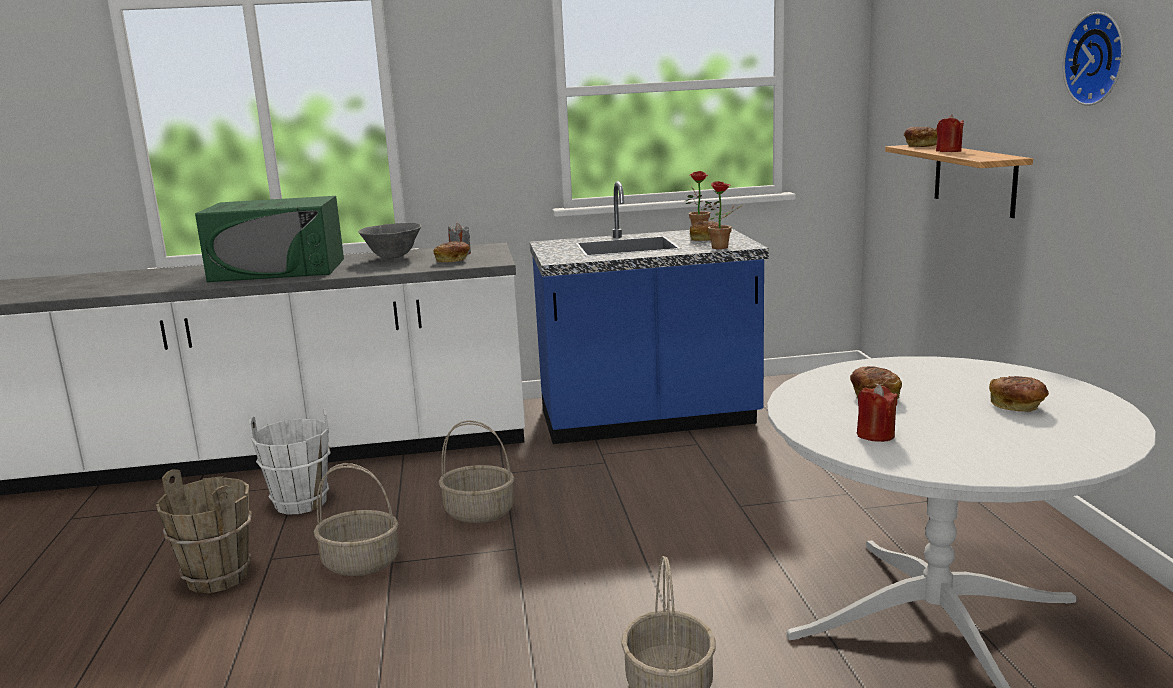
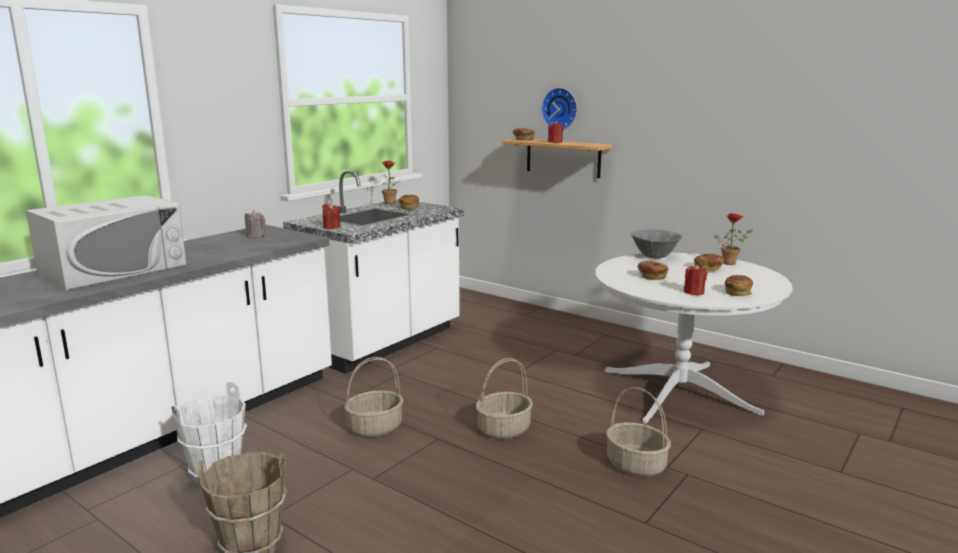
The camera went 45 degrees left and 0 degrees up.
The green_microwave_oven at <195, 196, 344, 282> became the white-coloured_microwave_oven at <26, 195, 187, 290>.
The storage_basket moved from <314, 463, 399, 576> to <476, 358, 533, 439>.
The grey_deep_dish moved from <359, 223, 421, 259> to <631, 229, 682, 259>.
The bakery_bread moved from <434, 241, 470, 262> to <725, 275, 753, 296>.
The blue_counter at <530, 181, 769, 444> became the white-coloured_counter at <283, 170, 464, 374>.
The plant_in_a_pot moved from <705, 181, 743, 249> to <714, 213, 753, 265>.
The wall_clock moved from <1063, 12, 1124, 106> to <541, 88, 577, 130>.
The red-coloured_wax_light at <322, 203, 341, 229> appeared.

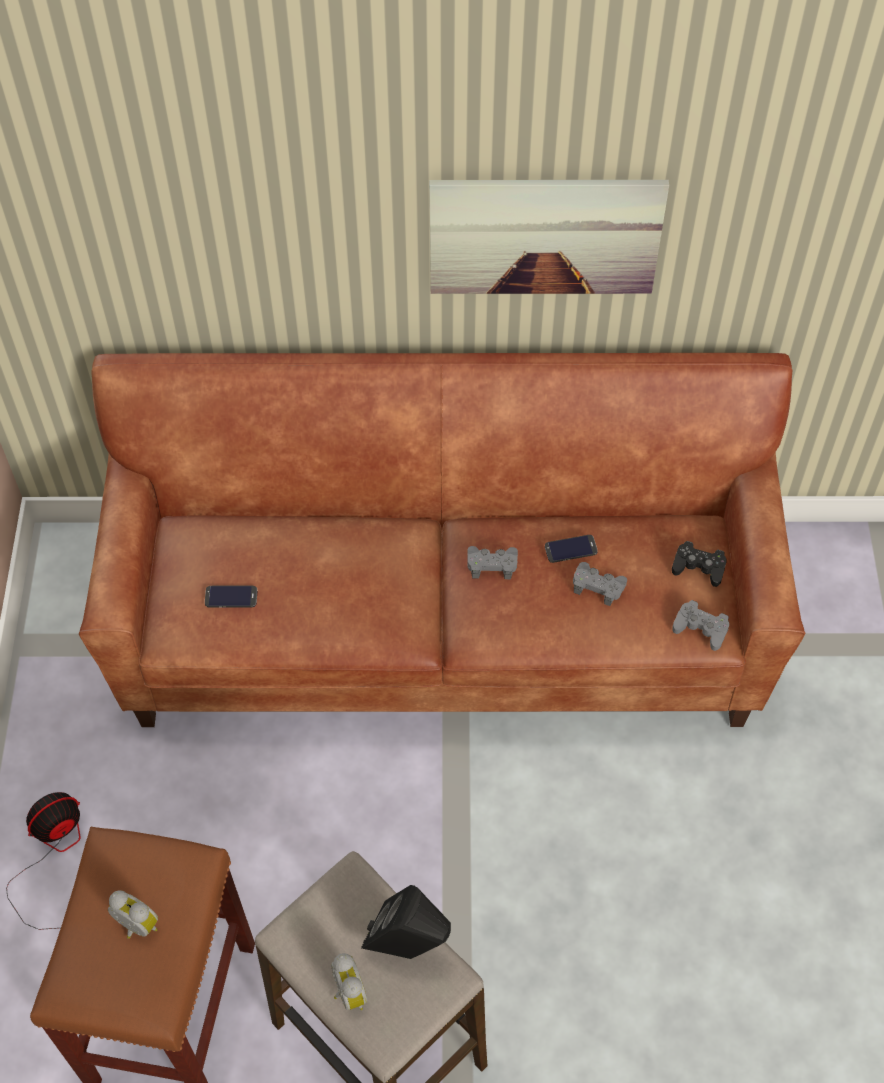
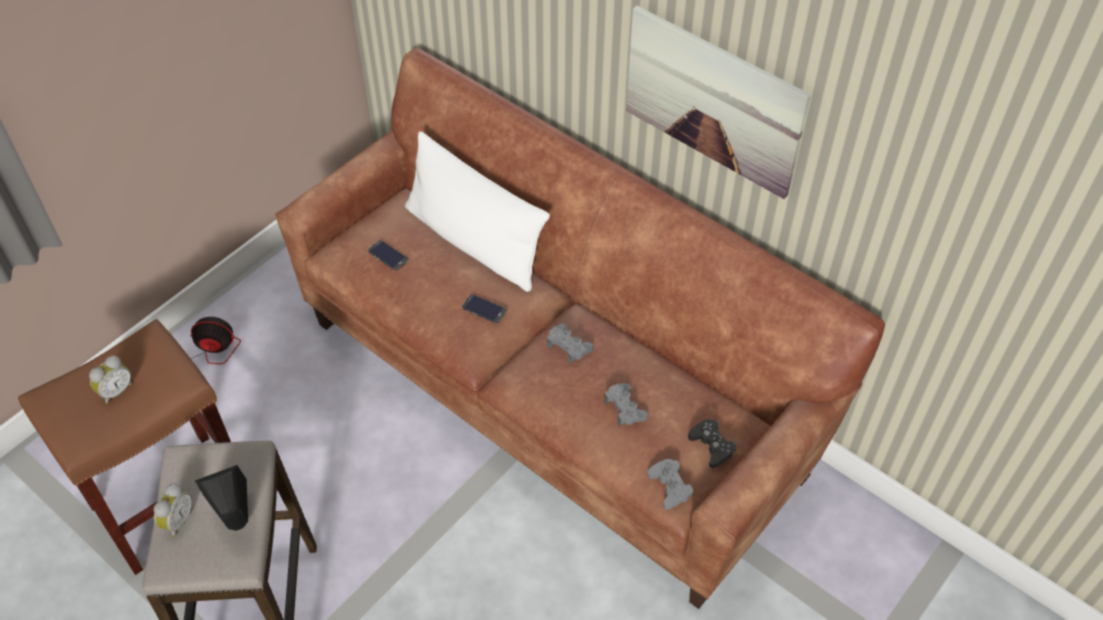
The camera went 40 degrees right and 5 degrees down.
The bedside_clock at <108, 890, 158, 939> turned 60 degrees clockwise.
The handset moved from <545, 535, 598, 563> to <462, 294, 506, 323>.
The white-coloured_throw_pillow at <405, 131, 550, 292> appeared.

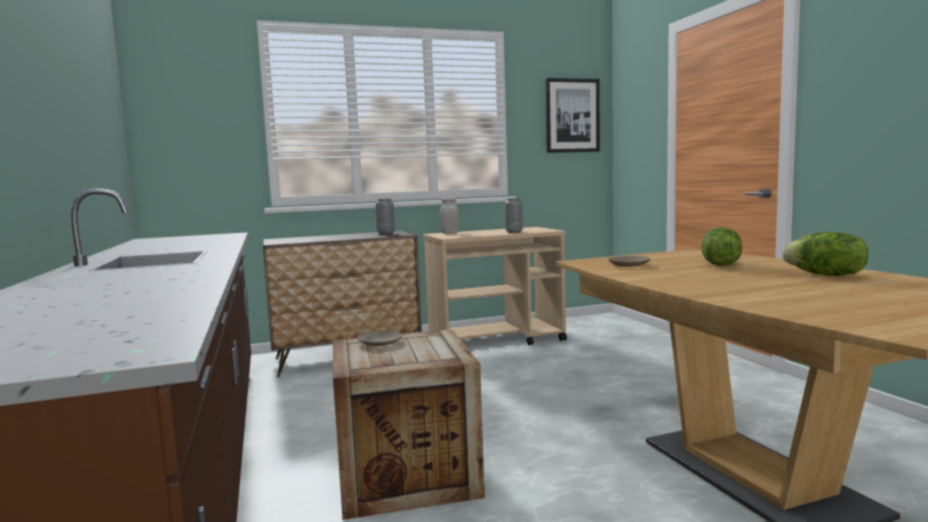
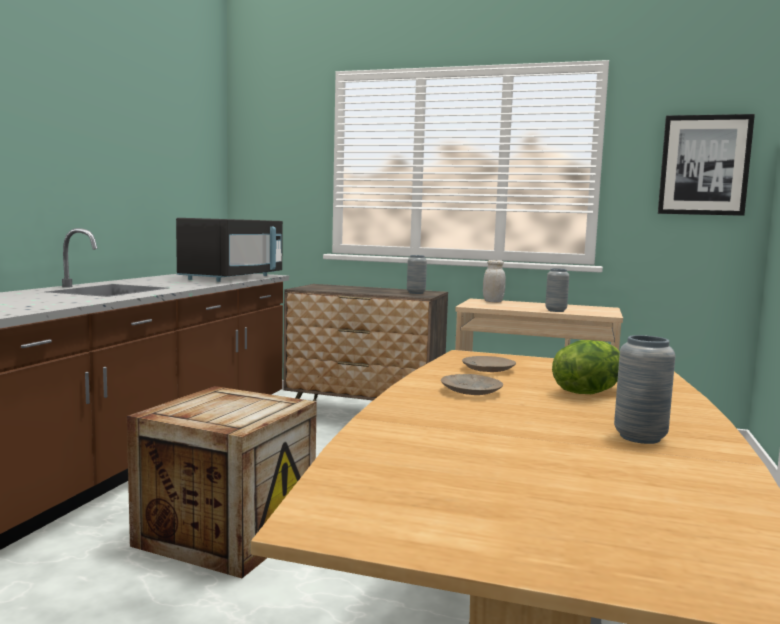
The camera went 35 degrees right and 0 degrees up.
The beige-coloured_flat_dish moved from <357, 331, 402, 346> to <441, 374, 503, 395>.
The lettuce_head at <782, 232, 869, 276> was replaced by the grey_vase at <614, 335, 675, 444>.
The black_microwave_oven at <176, 218, 283, 282> appeared.

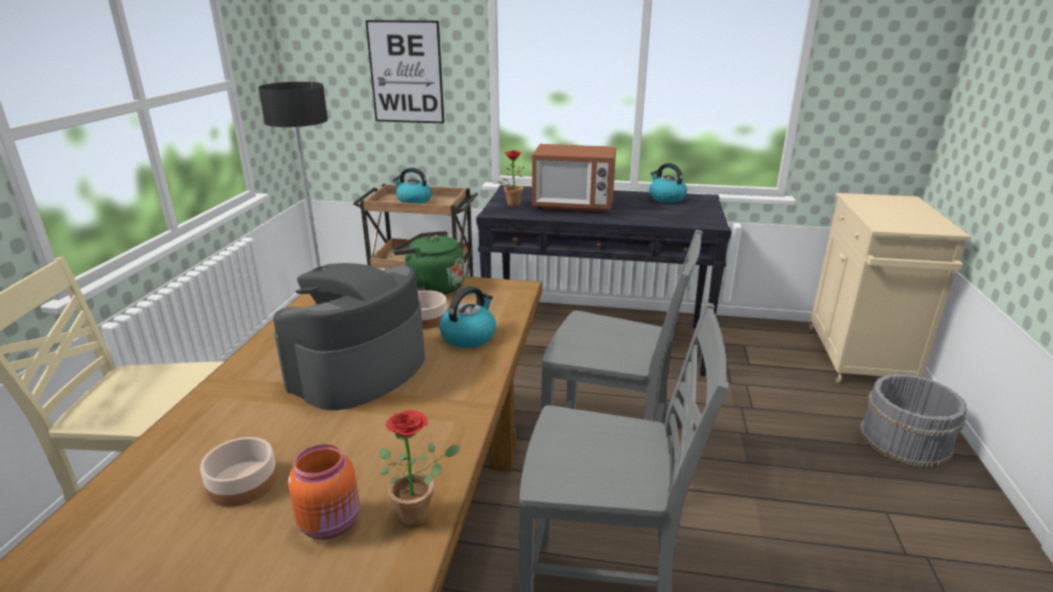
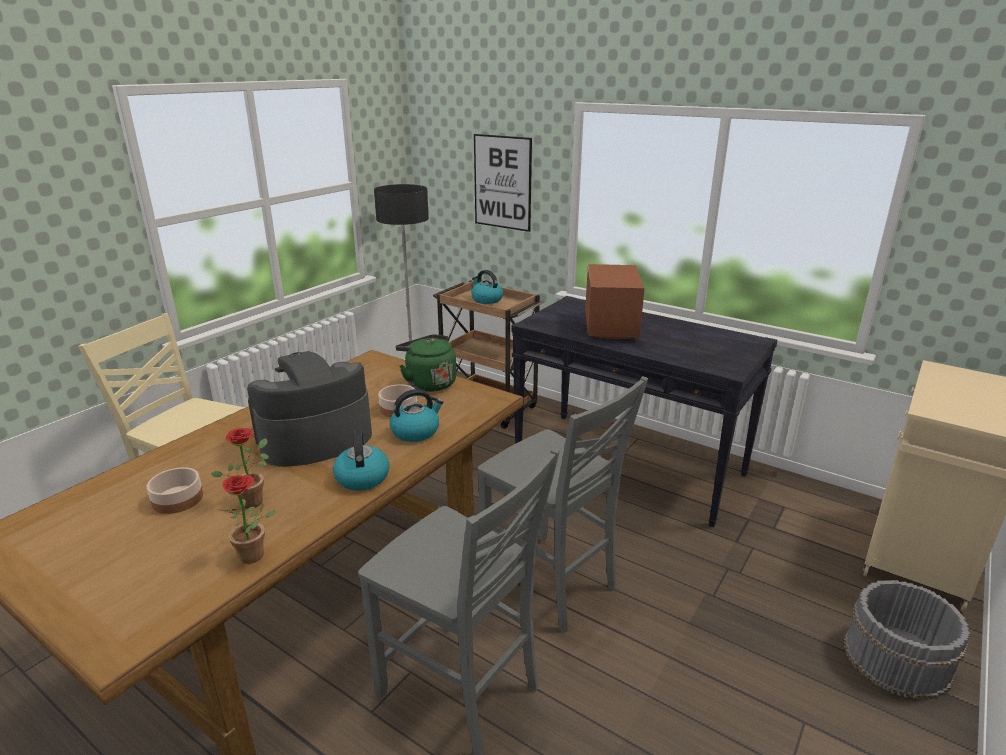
The camera went 25 degrees right and 0 degrees up.
The orange-coloured_preserve_jar at <288, 444, 359, 540> disappeared.
The plant_in_a_pot moved from <498, 150, 524, 206> to <211, 428, 269, 509>.
The microwave_oven at <532, 144, 616, 212> turned 120 degrees counterclockwise.
The kettle moved from <649, 163, 687, 203> to <333, 429, 389, 491>.

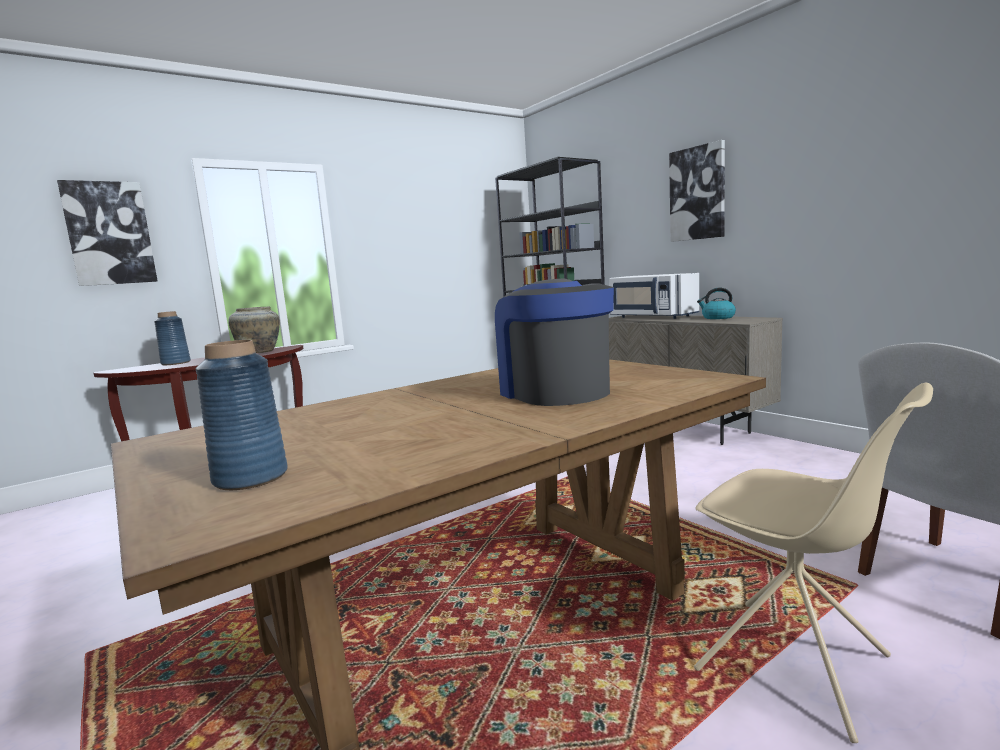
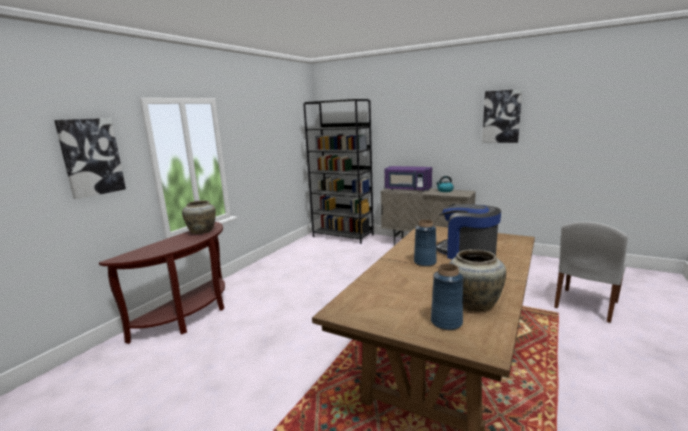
The camera went 25 degrees left and 5 degrees up.
The blue_vase moved from <154, 311, 191, 365> to <414, 220, 437, 267>.
The white-coloured_microwave_oven at <609, 273, 699, 319> became the purple_microwave_oven at <385, 166, 432, 192>.
The wall_art moved from <669, 140, 725, 242> to <482, 89, 522, 143>.
The beige-coloured_upright_chair at <694, 383, 933, 743> disappeared.
The beige-coloured_vase at <449, 249, 506, 312> appeared.

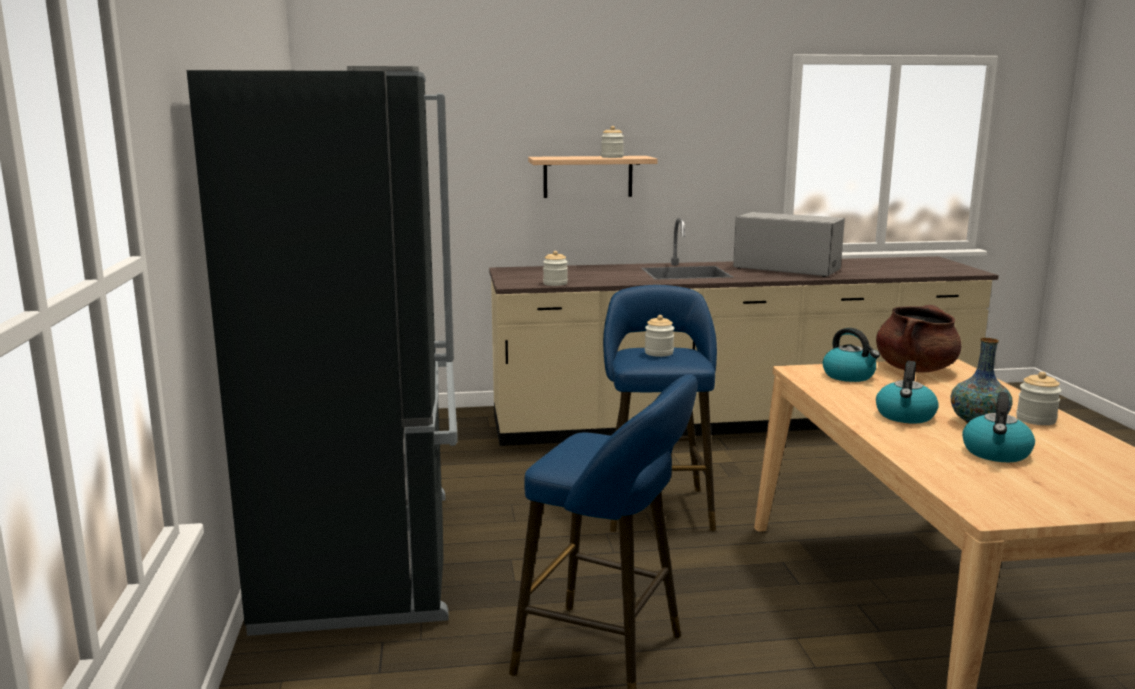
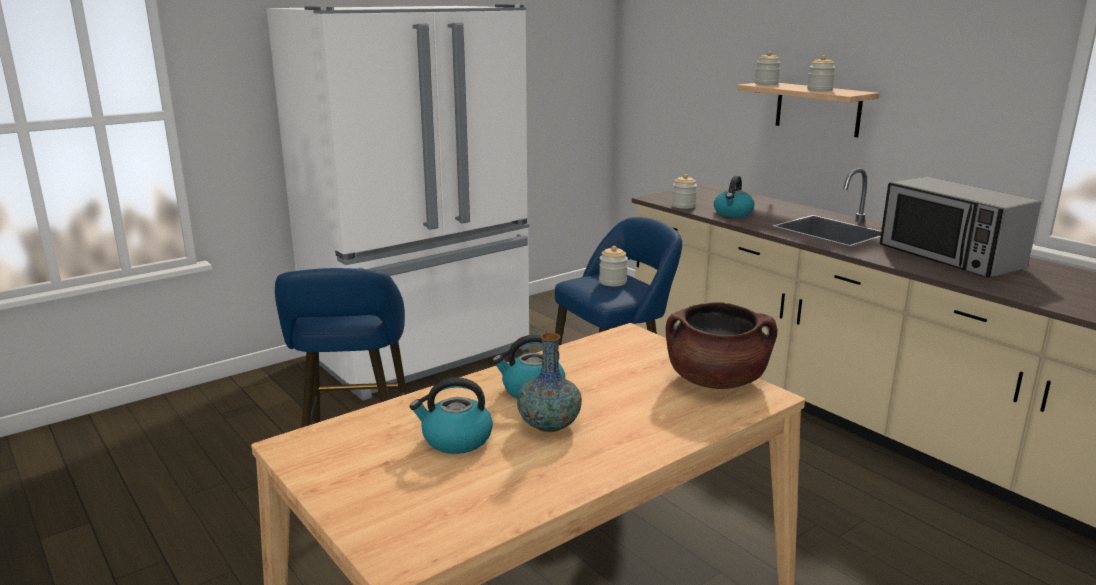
The camera went 60 degrees right and 5 degrees up.
The black_fridge at <187, 66, 458, 636> became the white-coloured_fridge at <266, 4, 530, 401>.
The microwave_oven at <733, 212, 845, 277> turned 150 degrees clockwise.
The kettle moved from <823, 328, 880, 382> to <714, 176, 754, 217>.
The preserve_jar moved from <1016, 372, 1061, 425> to <755, 51, 780, 85>.

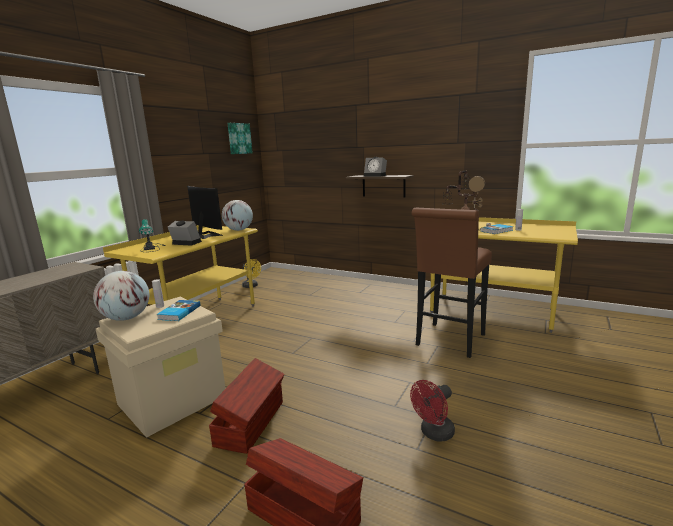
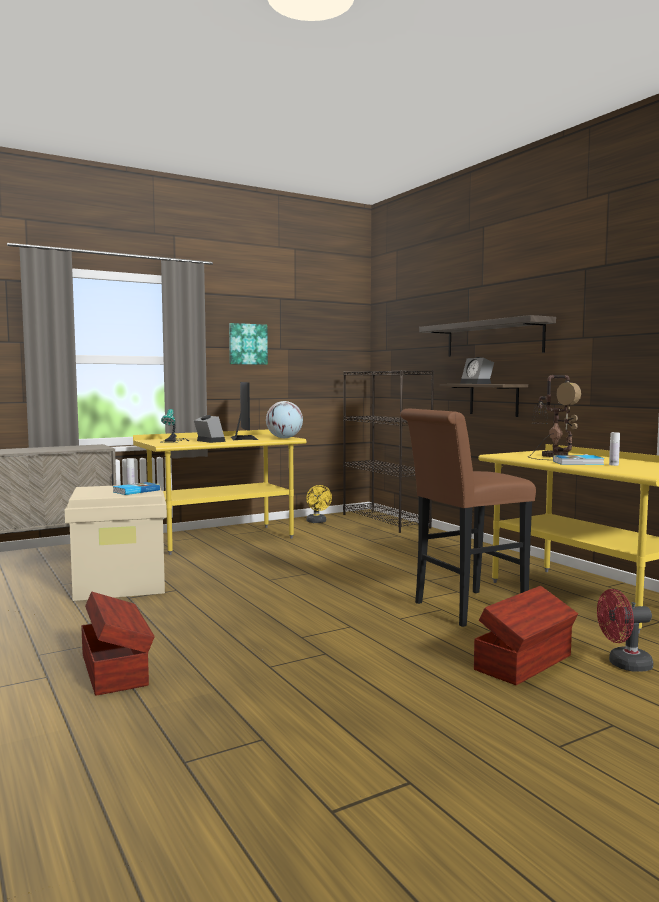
The camera went 30 degrees right and 10 degrees down.
The desk_globe at <93, 271, 149, 321> disappeared.
The brown_storage_box moved from <209, 358, 285, 454> to <474, 586, 578, 685>.
The wall_art moved from <228, 123, 253, 154> to <229, 323, 268, 365>.
The red-coloured_fan moved from <410, 380, 455, 442> to <597, 589, 653, 672>.
The black_bookcase at <343, 370, 434, 533> appeared.
The wall_shelf at <419, 315, 556, 357> appeared.

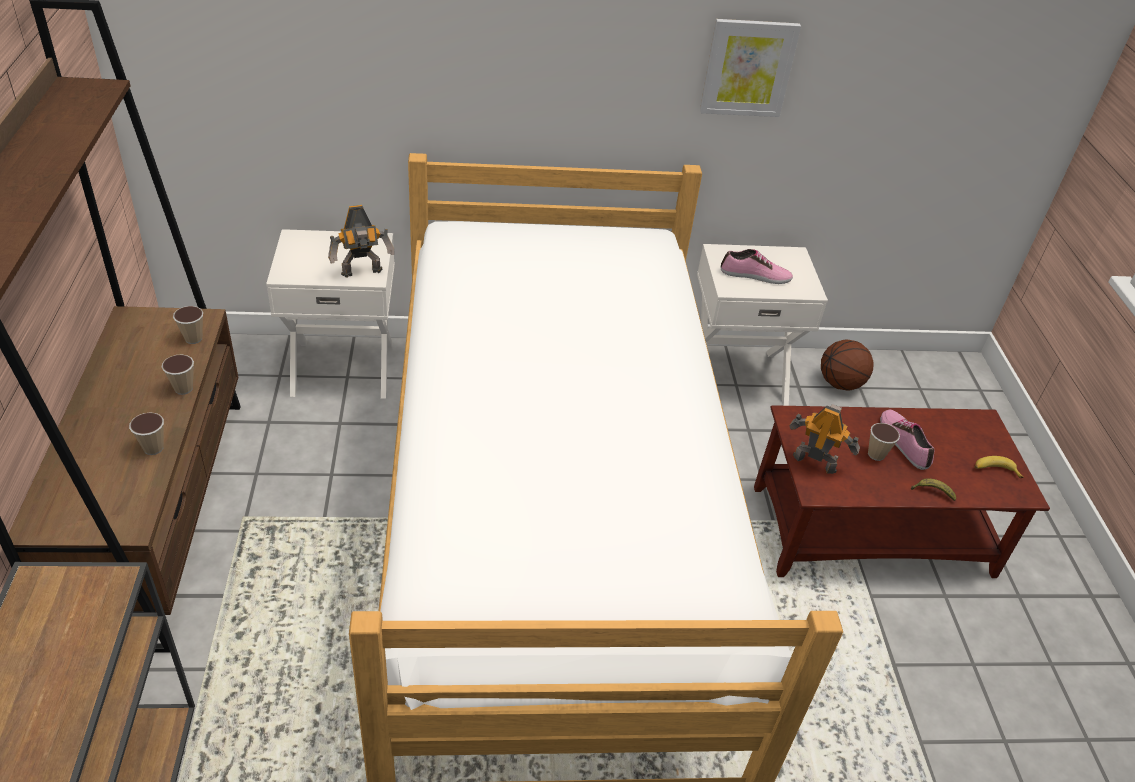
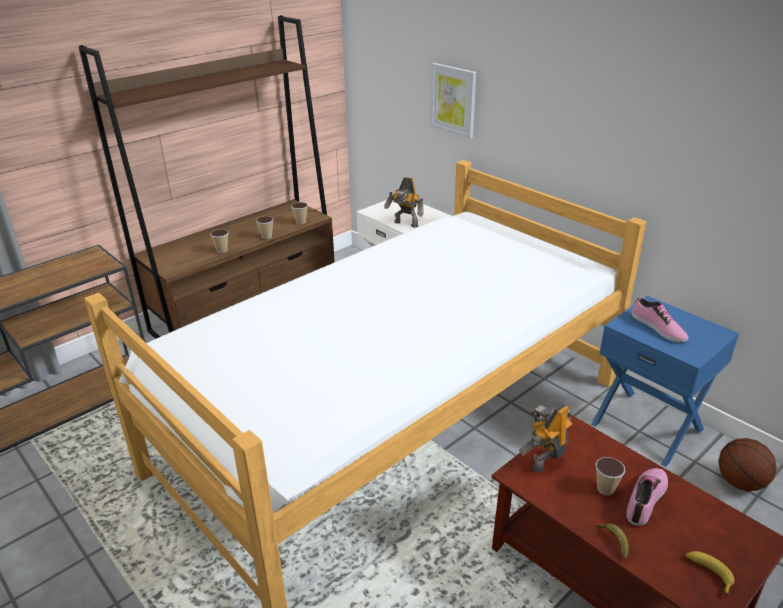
The camera went 55 degrees right and 10 degrees down.
The white-coloured_night_table at <697, 244, 828, 406> became the blue_night_table at <591, 296, 739, 467>.
The wall_art moved from <700, 19, 801, 117> to <430, 63, 476, 138>.
The toy_robot at <789, 404, 860, 474> turned 120 degrees counterclockwise.

